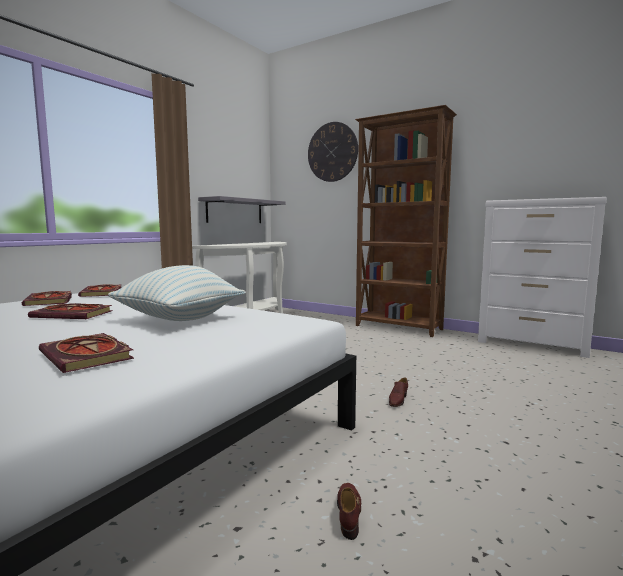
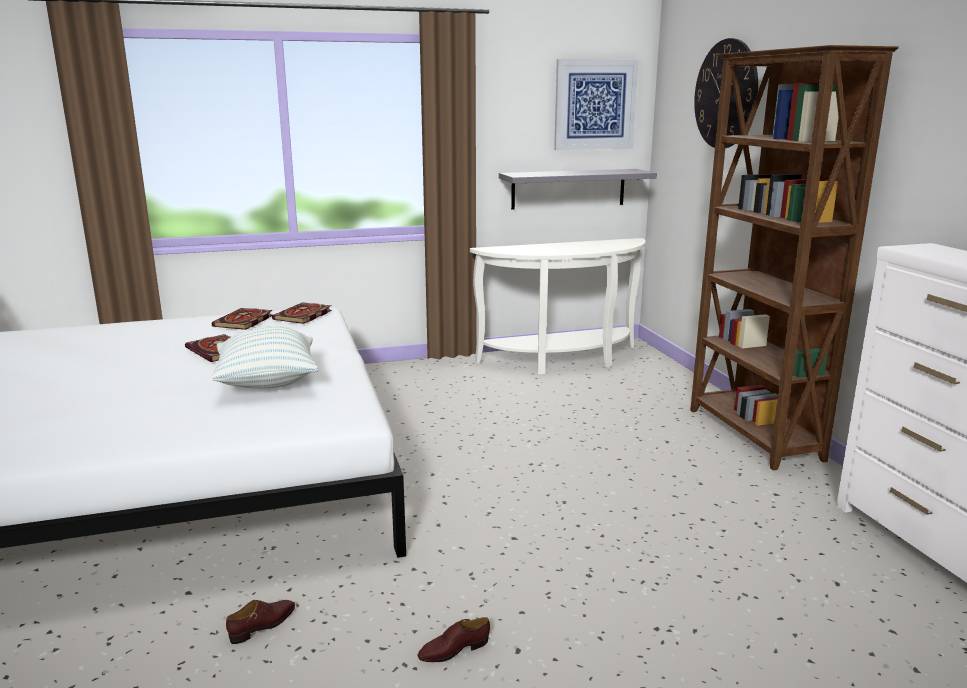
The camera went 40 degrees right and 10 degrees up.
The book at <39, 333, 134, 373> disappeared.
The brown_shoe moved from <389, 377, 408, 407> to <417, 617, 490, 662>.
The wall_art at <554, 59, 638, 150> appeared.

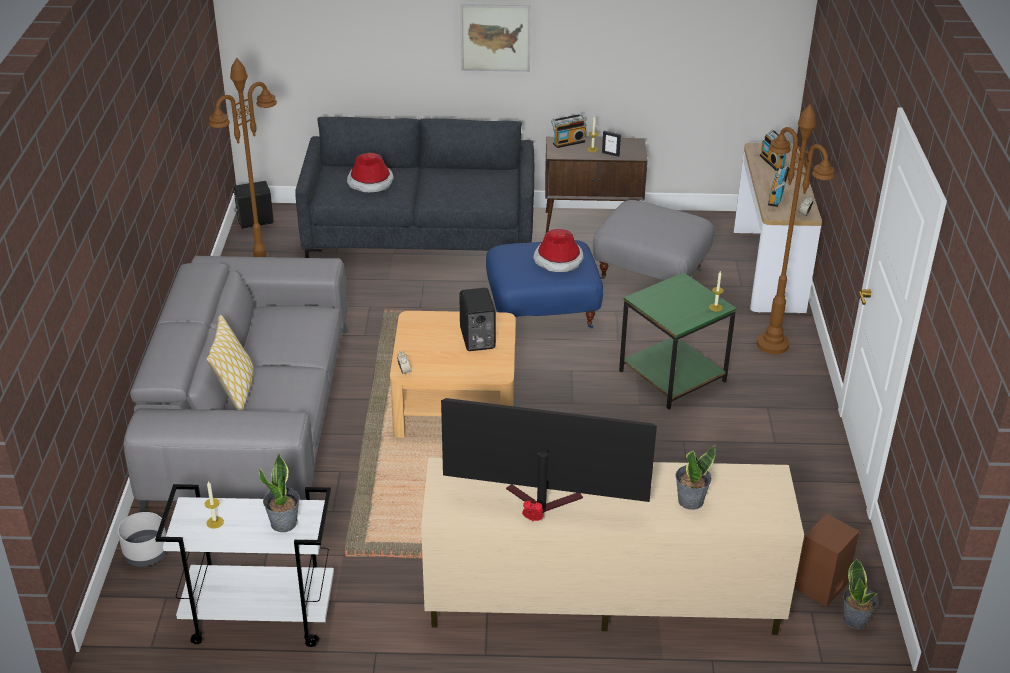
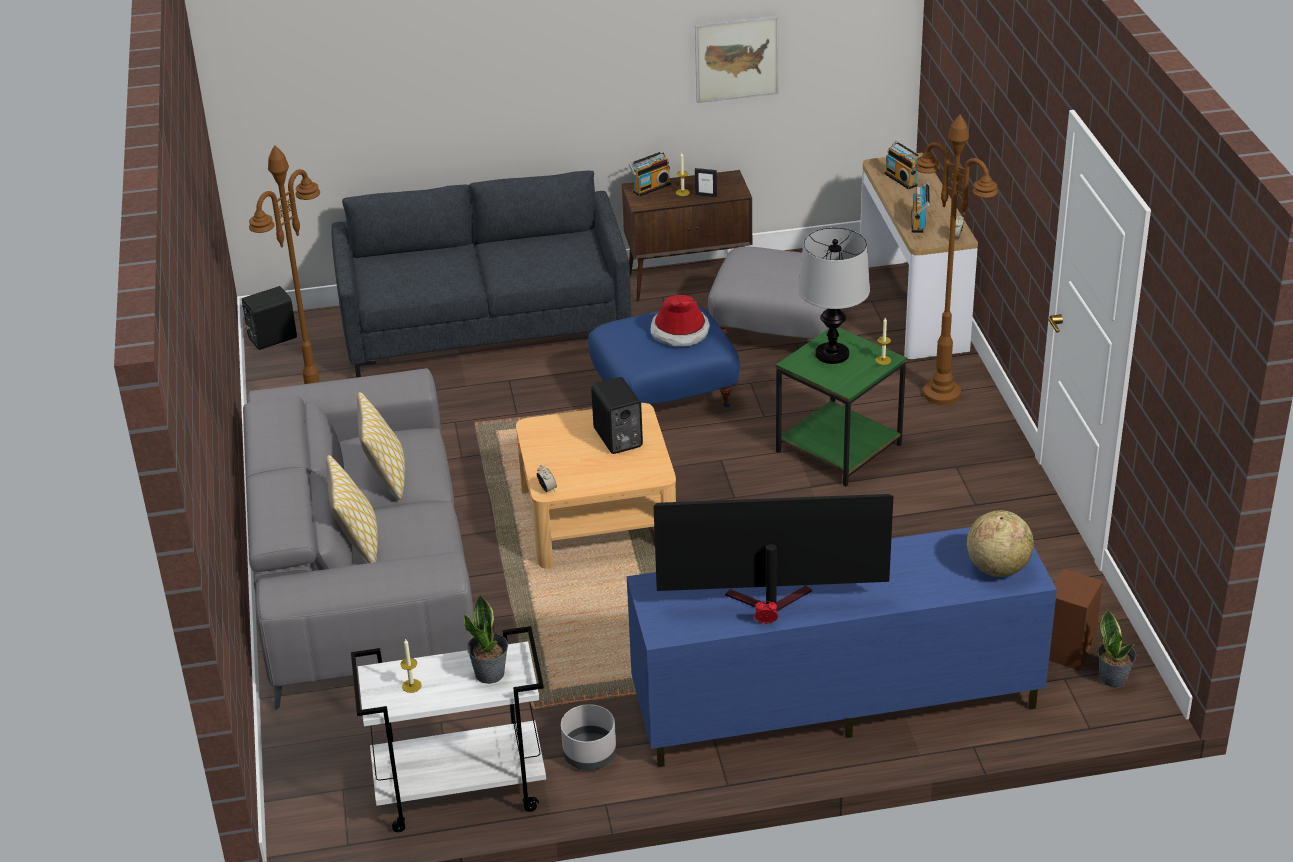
The camera went 10 degrees left and 0 degrees up.
The grey_flower_pot moved from <118, 512, 168, 567> to <561, 704, 616, 770>.
The wearable_hat at <347, 153, 394, 192> disappeared.
The beige-coloured_tv_unit at <421, 457, 804, 635> became the blue_tv_unit at <627, 527, 1057, 767>.
The wall_art moved from <460, 4, 531, 72> to <695, 16, 779, 103>.
The plant_in_a_pot at <676, 445, 715, 510> disappeared.
The throw_pillow at <357, 392, 405, 500> appeared.
The lamp_for_a_table at <798, 228, 870, 364> appeared.
The desk_globe at <967, 510, 1034, 577> appeared.

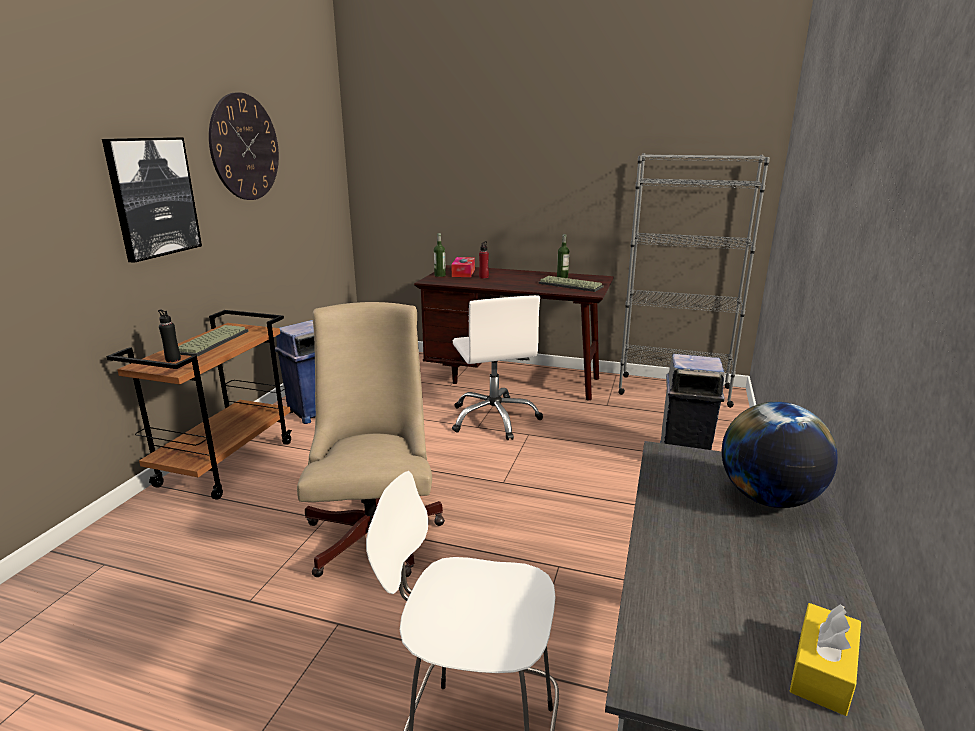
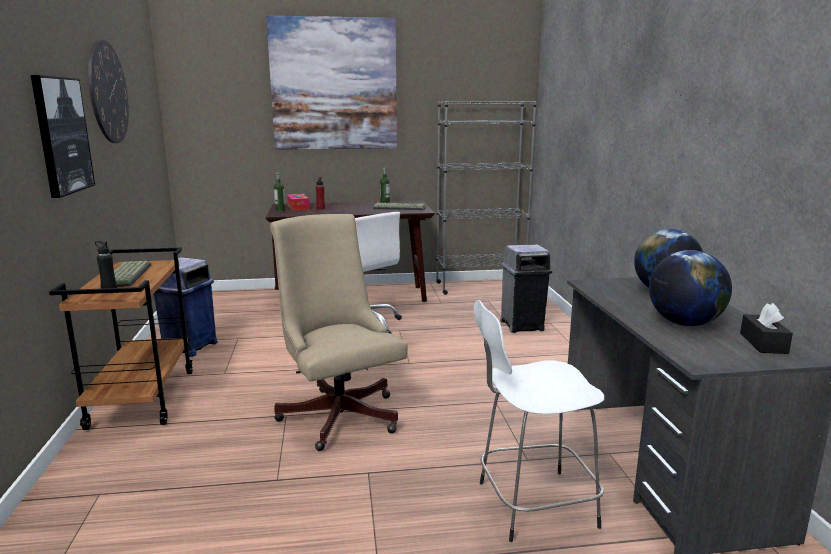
The camera went 25 degrees left and 5 degrees down.
The yellow_tissue_box at <790, 603, 861, 716> became the black_tissue_box at <740, 303, 793, 354>.
The wall_art at <266, 16, 397, 150> appeared.
The desk_globe at <649, 250, 732, 326> appeared.

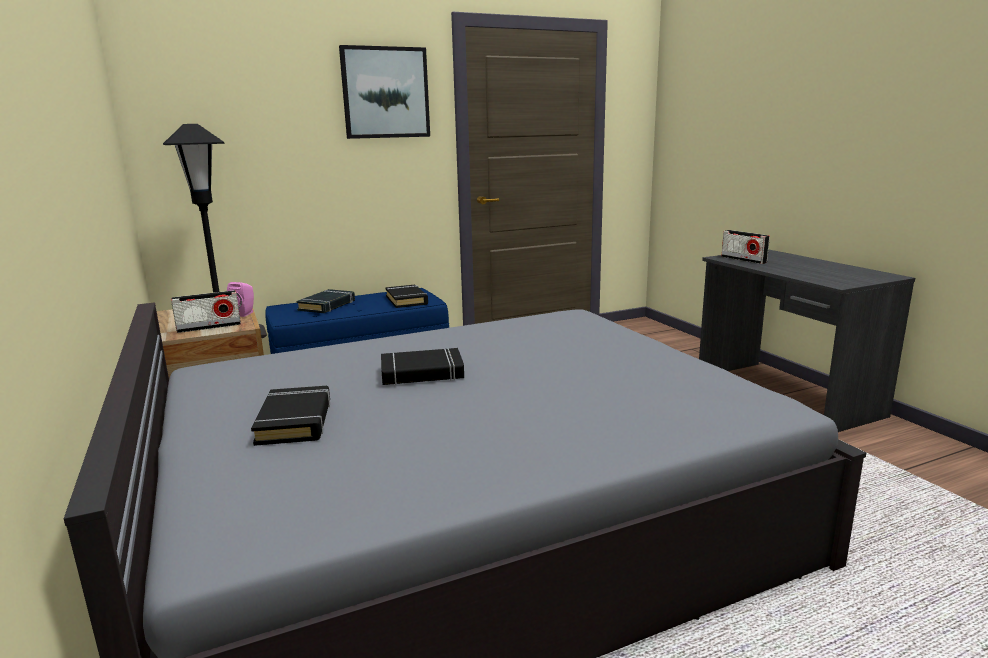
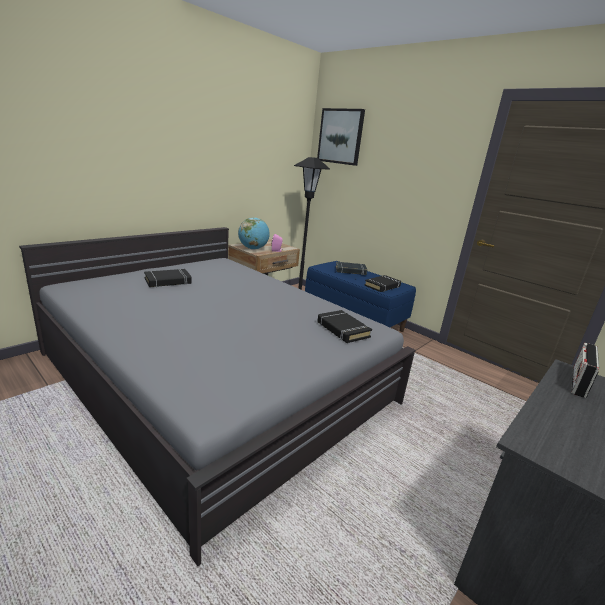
The camera went 65 degrees right and 5 degrees up.
The radio_receiver at <171, 290, 241, 333> was replaced by the desk_globe at <238, 217, 270, 250>.
The wall_art moved from <339, 45, 430, 139> to <317, 108, 365, 166>.
The black_book moved from <381, 348, 464, 385> to <317, 310, 372, 343>.

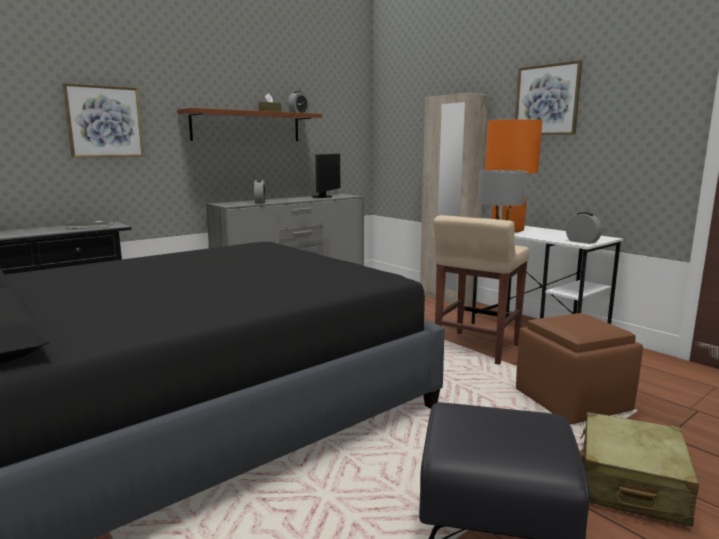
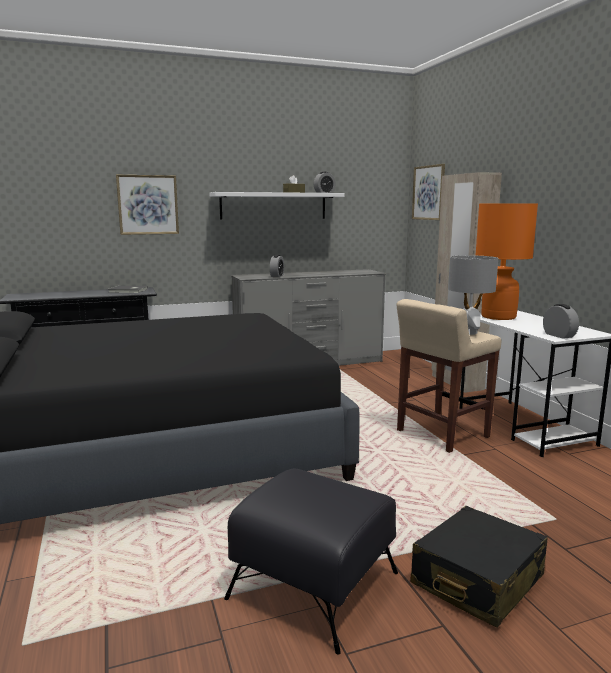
The camera went 20 degrees right and 0 degrees up.
The brown_wall_shelf at <177, 108, 322, 141> became the white-coloured_wall_shelf at <209, 192, 344, 219>.
The computer_screen at <312, 154, 340, 198> disappeared.
The wall_art moved from <515, 60, 582, 135> to <412, 164, 445, 220>.
The brown_footrest at <516, 313, 643, 425> disappeared.
The beige-coloured_piece_of_luggage at <580, 412, 699, 527> became the black_piece_of_luggage at <411, 506, 548, 628>.

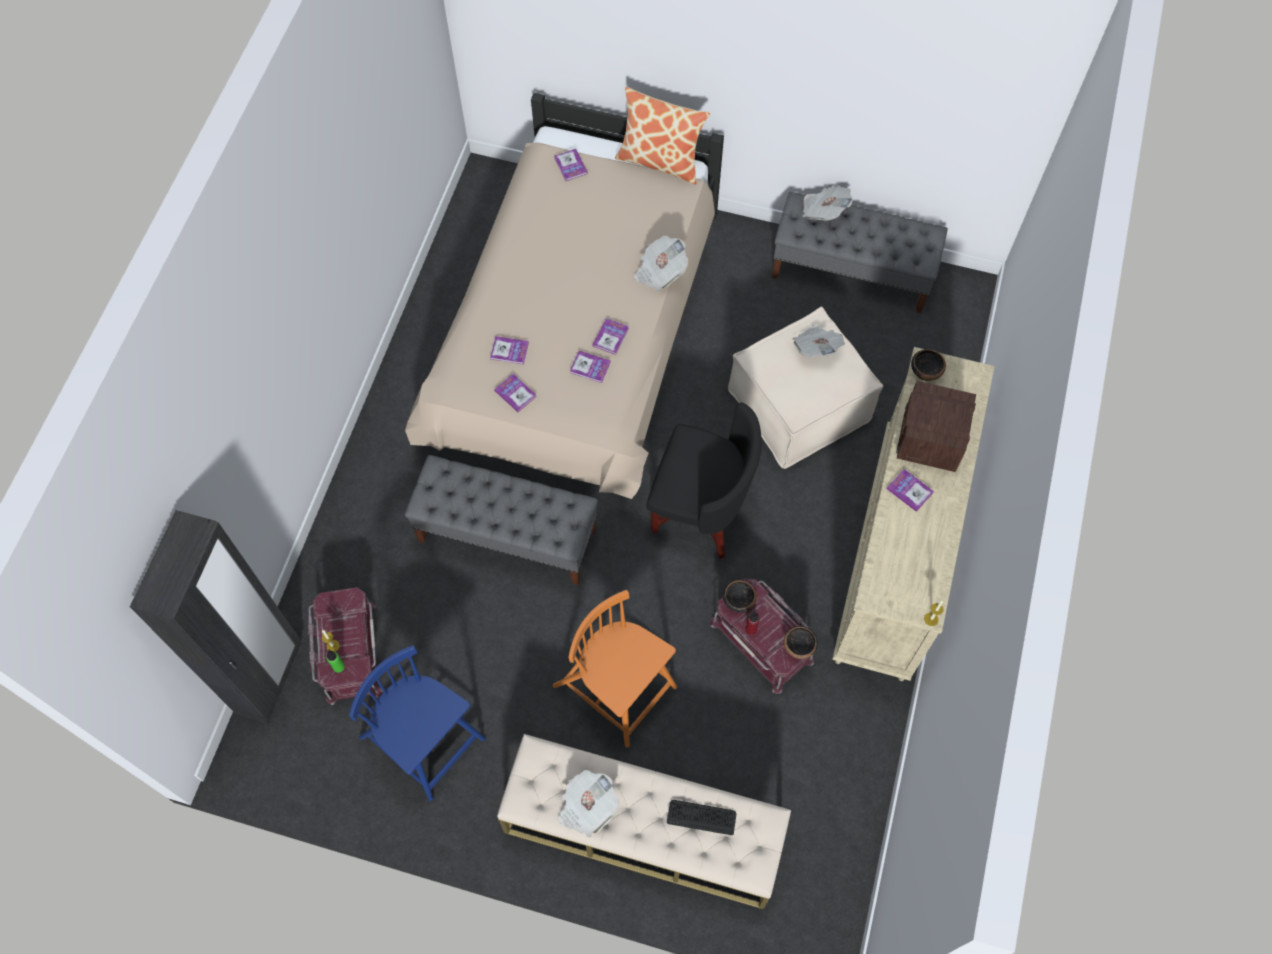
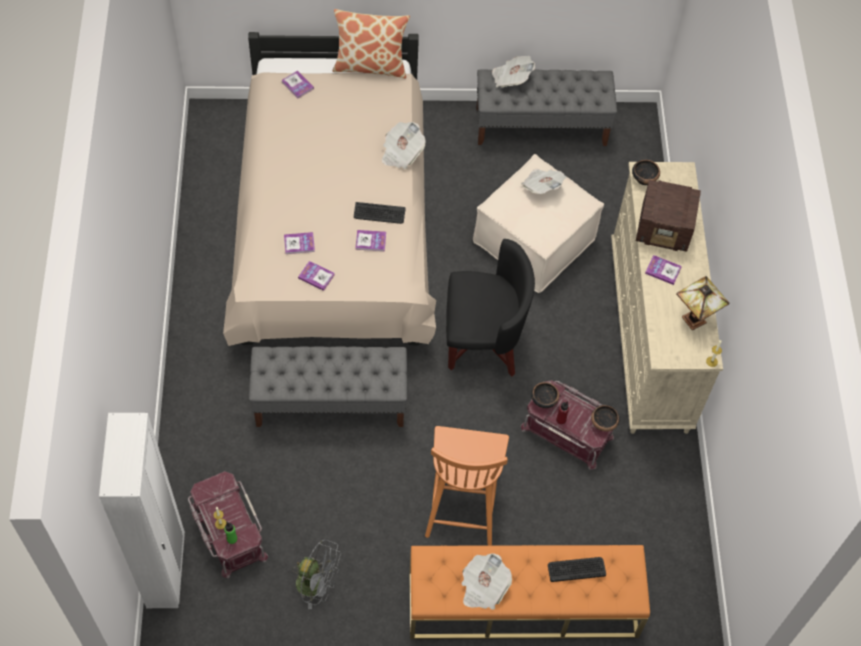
The camera went 20 degrees left and 5 degrees down.
The black_armoire at <130, 510, 302, 724> became the white-coloured_armoire at <99, 413, 185, 608>.
The blue_upright_chair at <349, 645, 486, 801> was replaced by the grey_fan at <292, 540, 341, 609>.
The beige-coloured_bench at <497, 734, 791, 909> became the orange-coloured_bench at <410, 545, 650, 639>.
The orange-coloured_upright_chair at <553, 590, 677, 748> turned 105 degrees counterclockwise.
The book at <593, 318, 629, 355> was replaced by the keyboard at <354, 202, 405, 224>.
The radio_receiver at <896, 381, 976, 472> turned 75 degrees counterclockwise.
The lamp_for_a_table at <676, 276, 729, 330> appeared.

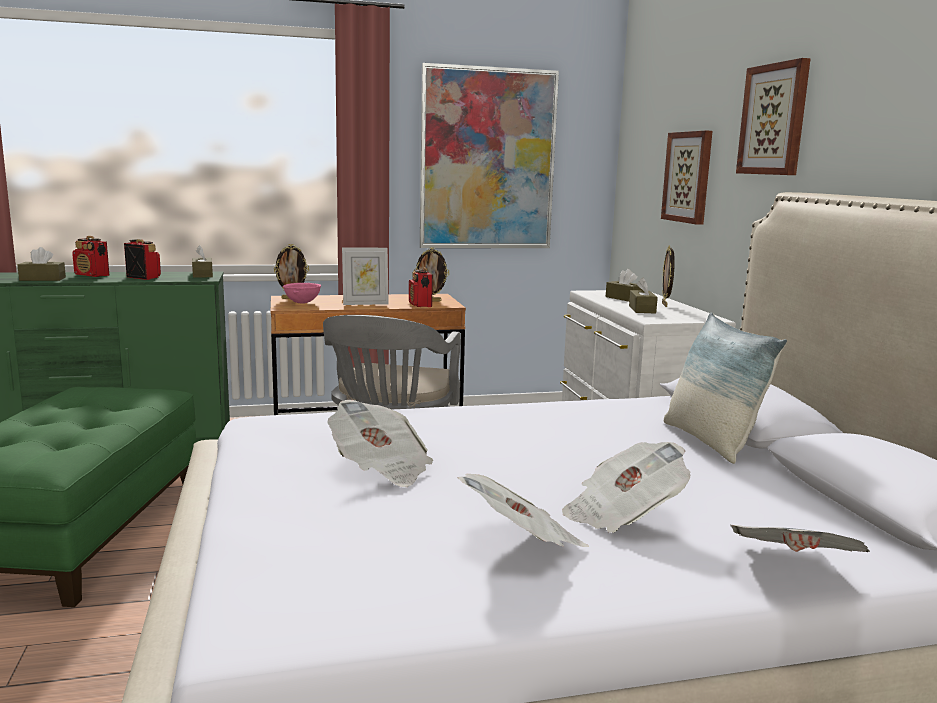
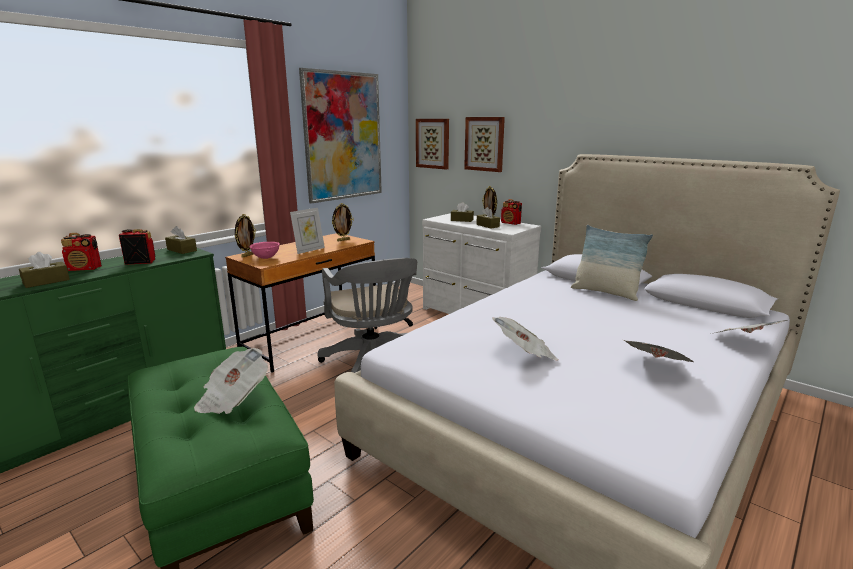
The camera went 35 degrees left and 5 degrees up.
The radio_receiver moved from <409, 267, 433, 307> to <501, 199, 522, 225>.
The printed_paper moved from <562, 442, 691, 533> to <194, 348, 268, 414>.
The wall_art moved from <736, 58, 811, 175> to <416, 119, 449, 169>.

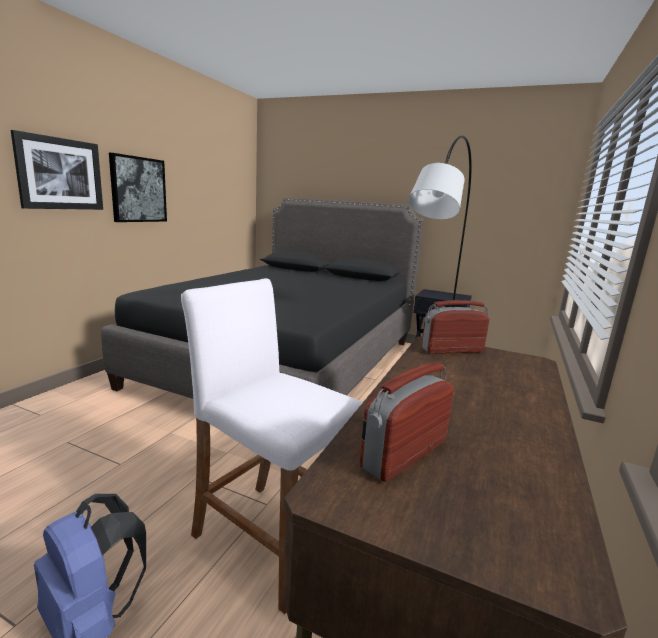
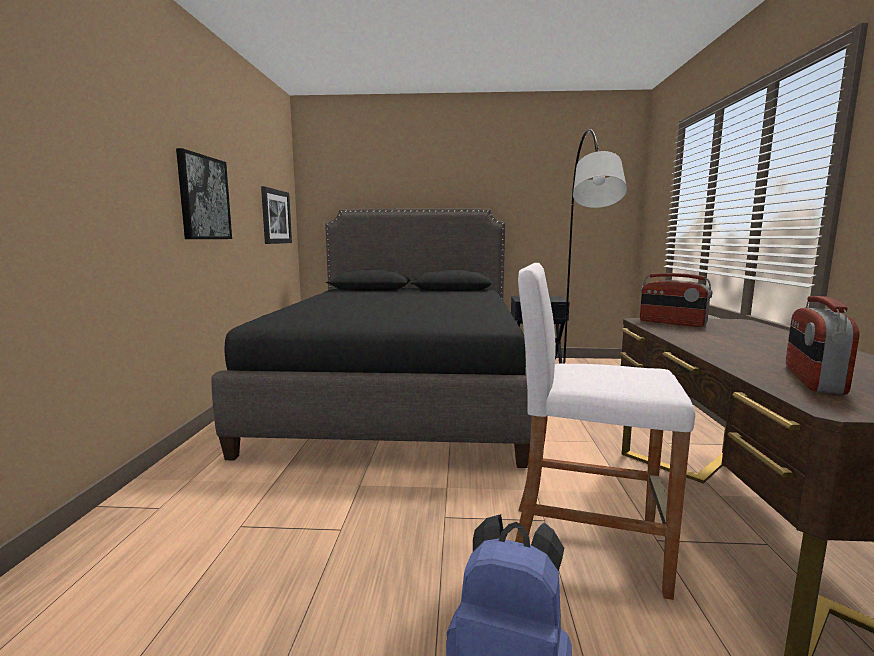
The camera went 20 degrees left and 5 degrees down.
The wall_art moved from <11, 130, 103, 210> to <261, 186, 292, 244>.
The radio_receiver at <422, 300, 489, 354> turned 105 degrees counterclockwise.

